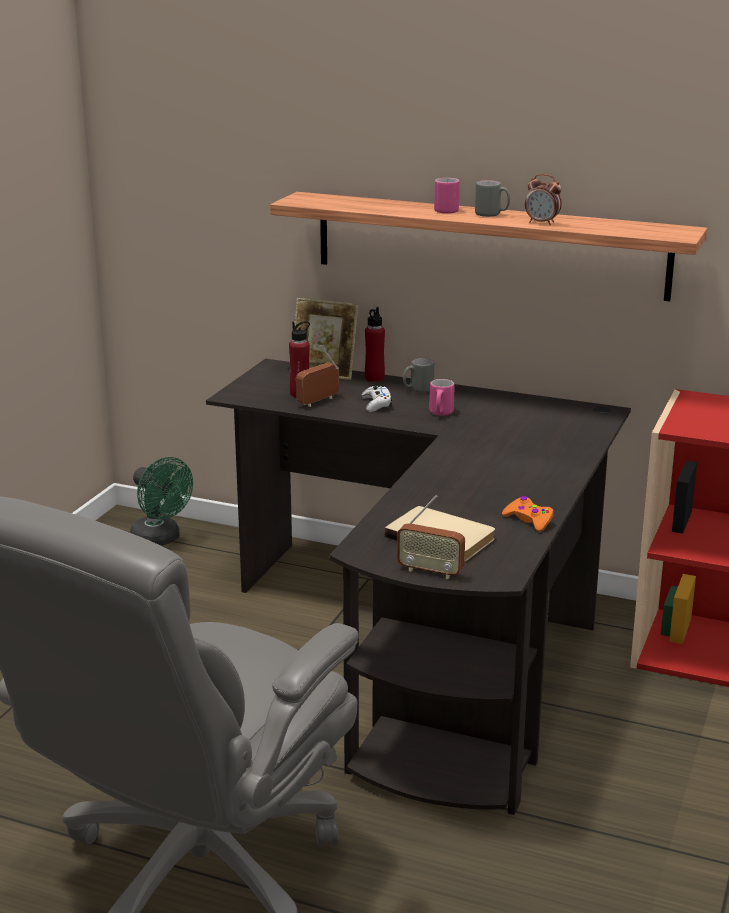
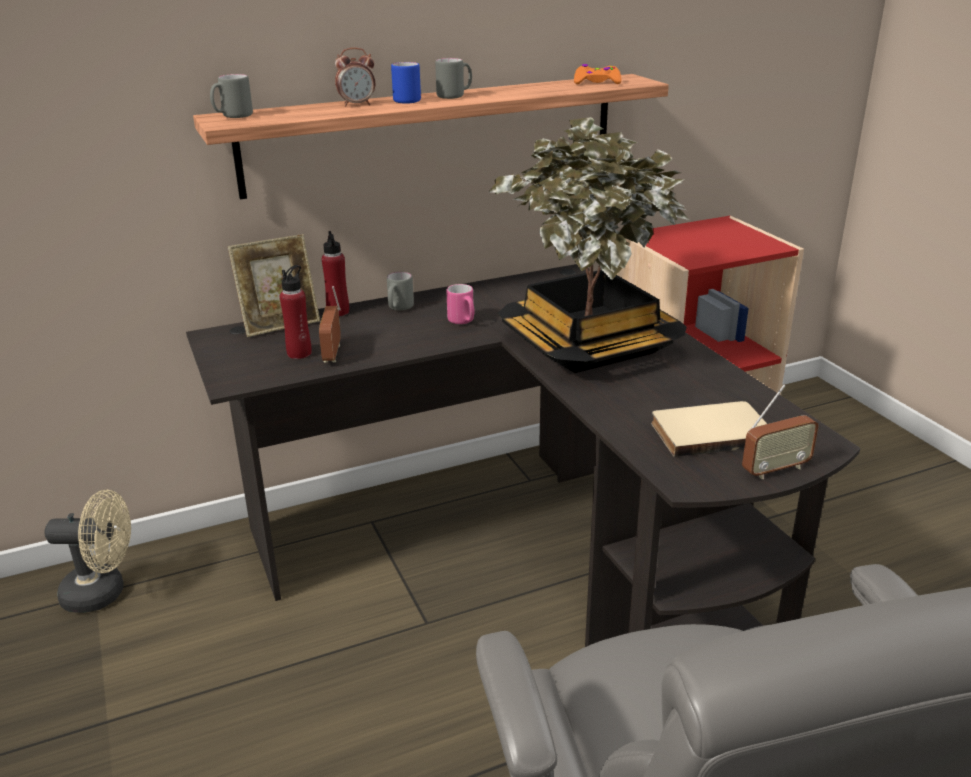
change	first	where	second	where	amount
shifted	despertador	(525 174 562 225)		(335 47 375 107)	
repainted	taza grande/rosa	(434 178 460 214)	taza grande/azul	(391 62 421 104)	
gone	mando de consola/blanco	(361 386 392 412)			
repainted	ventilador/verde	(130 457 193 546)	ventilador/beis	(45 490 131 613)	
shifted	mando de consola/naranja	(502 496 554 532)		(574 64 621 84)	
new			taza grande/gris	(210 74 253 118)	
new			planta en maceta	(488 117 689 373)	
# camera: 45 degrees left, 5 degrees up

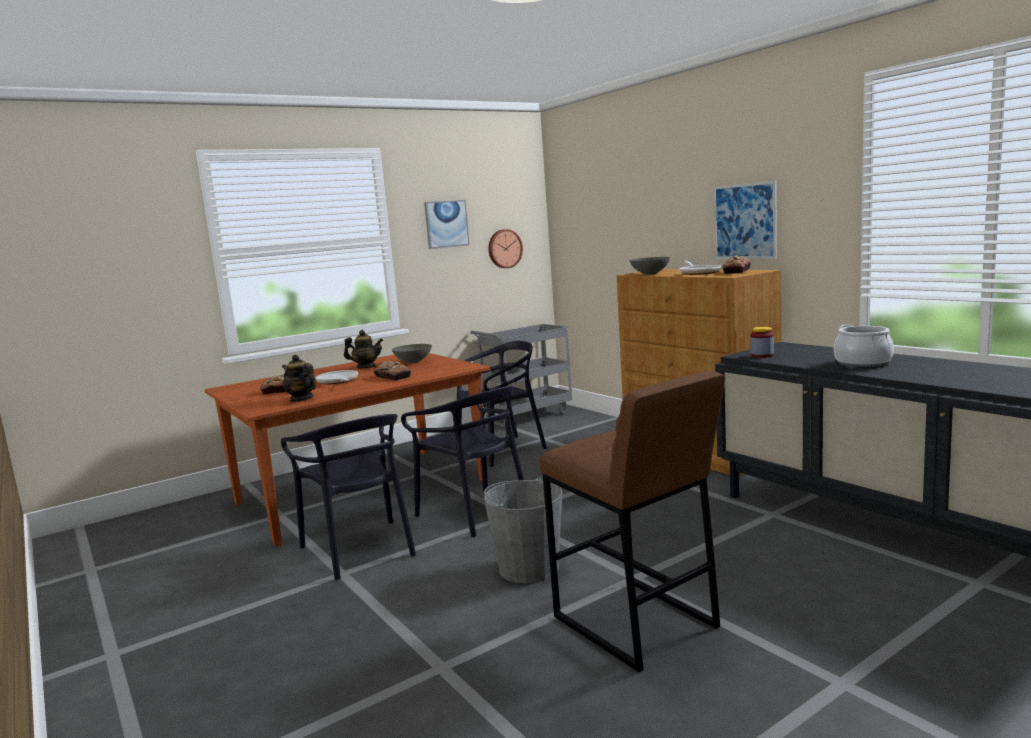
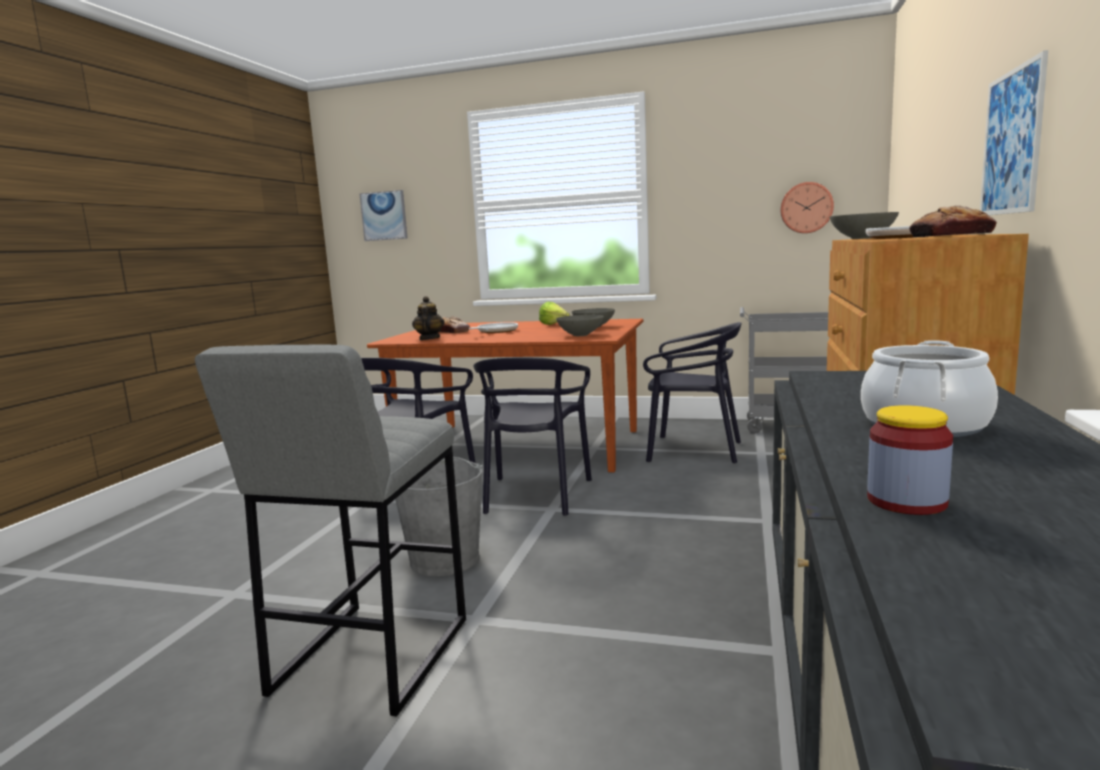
change	first	where	second	where	amount
shifted	cuadro	(424 200 470 249)		(359 190 408 241)	
shifted	tarro	(750 327 774 358)		(867 405 953 515)	
swapped	tetera	(344 330 383 368)	lechuga	(539 302 570 325)	
gone	pan	(374 361 411 381)			
repainted	taburete/marrón	(539 371 725 672)	taburete/gris	(195 345 466 716)	
new			cuenco/gris	(556 315 604 336)	
# camera: 50 degrees right, 0 degrees up

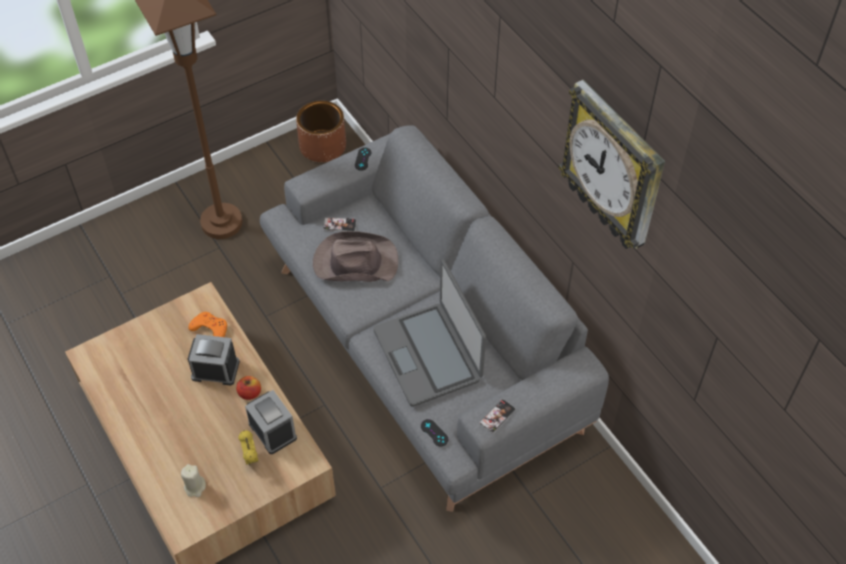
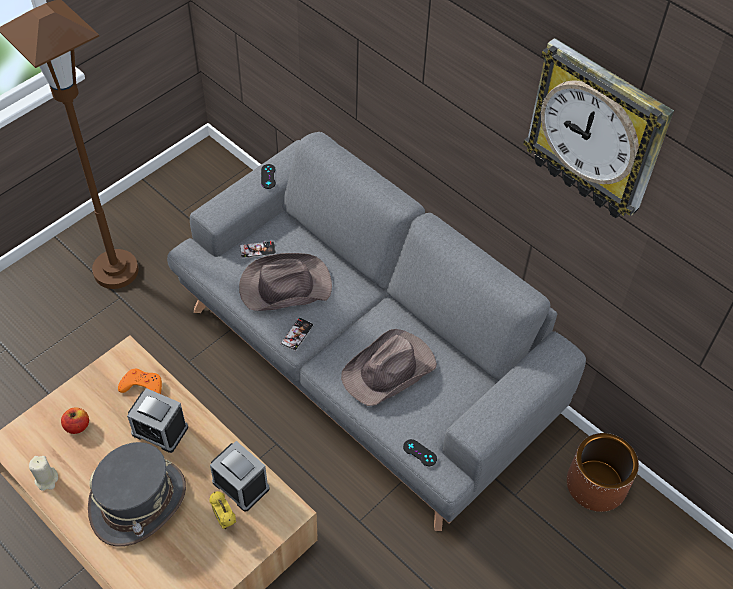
change	first	where	second	where	amount
shifted	maceta/marrón	(296 100 346 162)		(567 433 639 512)	
swapped	portátil	(373 259 486 407)	sombrero/marrón	(341 329 437 406)	
rotated	despertador	(188 334 240 386)		(127 388 188 453)	150 degrees counterclockwise
shifted	manzana	(236 376 261 400)		(61 407 89 434)	
shifted	móvil	(479 399 516 433)		(281 318 314 351)	
shifted	vela/beis	(181 464 206 497)		(29 456 58 491)	
new			sombrero/gris	(88 442 186 547)	
# camera: 15 degrees left, 0 degrees up

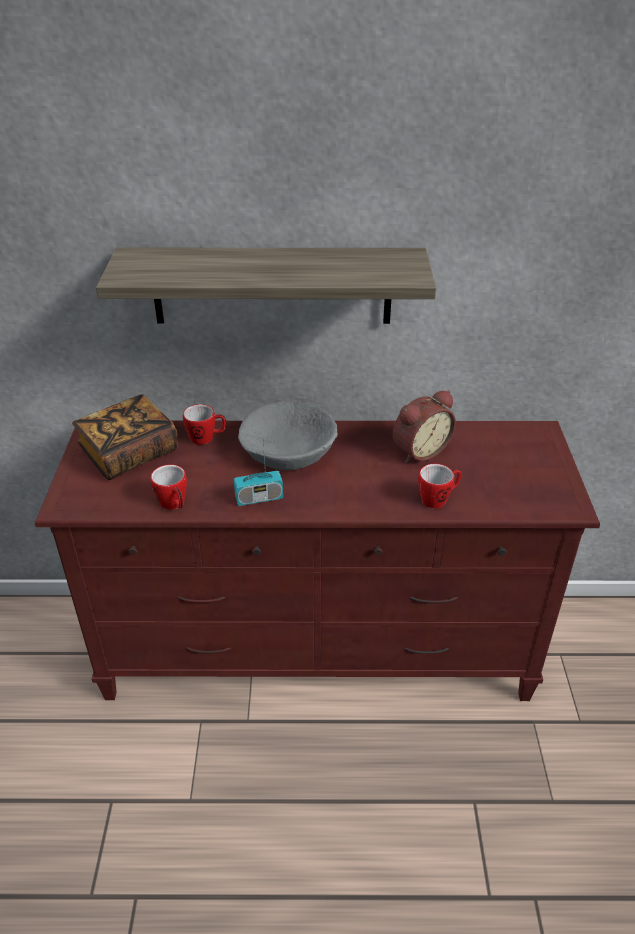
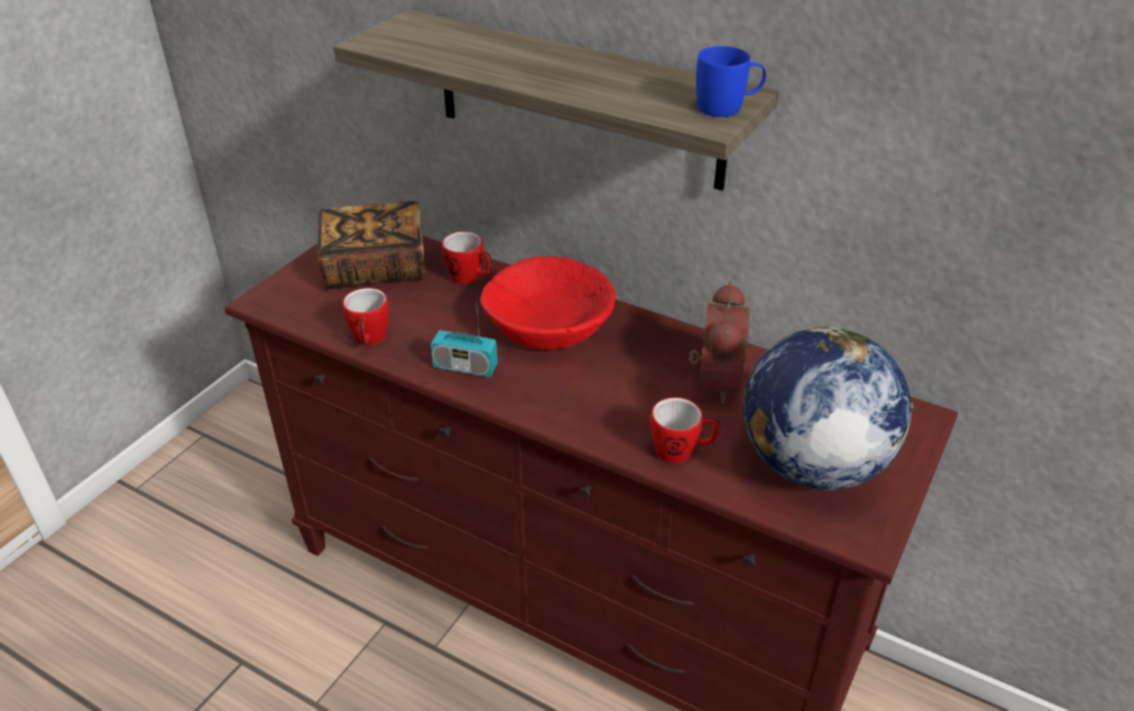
change	first	where	second	where	amount
rotated	despertador	(393 390 456 463)		(689 282 750 404)	75 degrees counterclockwise
repainted	cuenco/gris	(238 401 338 470)	cuenco/rojo	(480 256 616 350)	
new			taza grande/azul	(696 46 766 117)	
new			globo terráqueo	(743 327 913 490)	
# camera: 30 degrees right, 0 degrees up

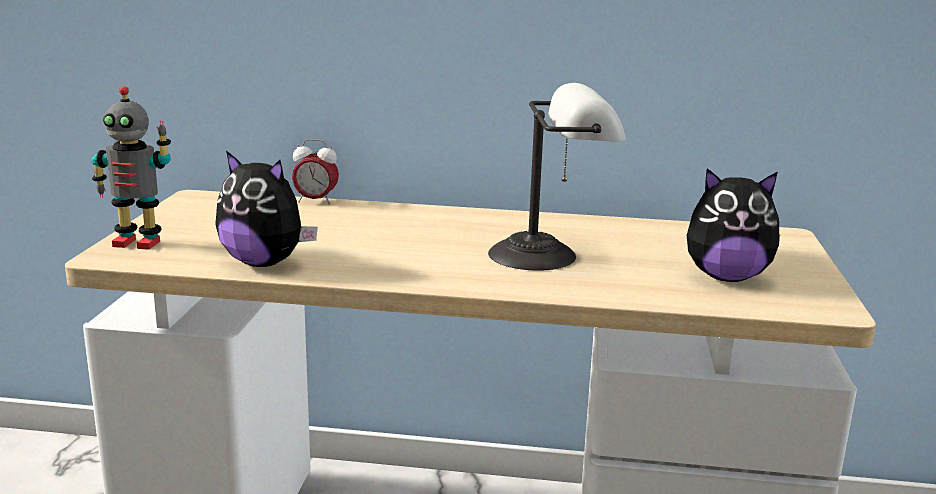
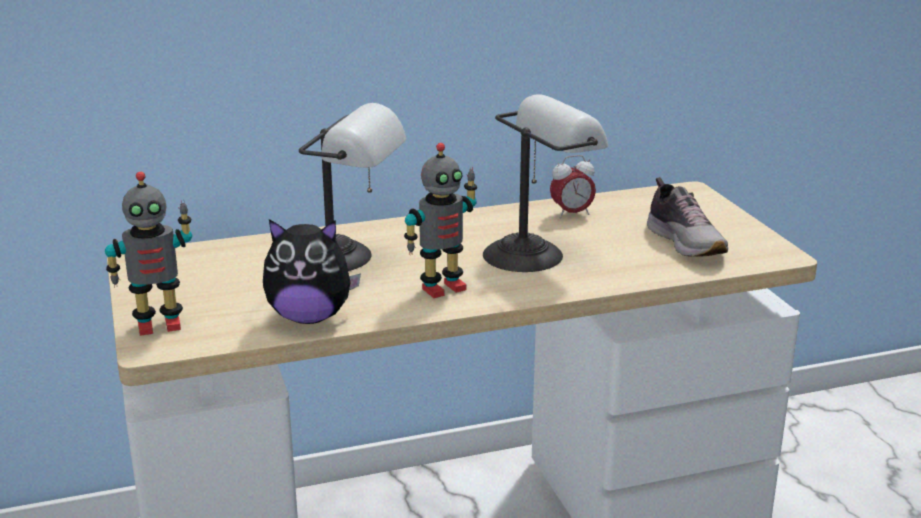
change	first	where	second	where	amount
shifted	despertador	(292 139 339 204)		(550 155 596 219)	
swapped	peluche	(687 168 781 282)	zapato	(647 177 728 257)	
new			lámpara de mesa	(299 103 406 271)	
new			robot de juguete	(404 143 477 298)	
# camera: 25 degrees left, 5 degrees up

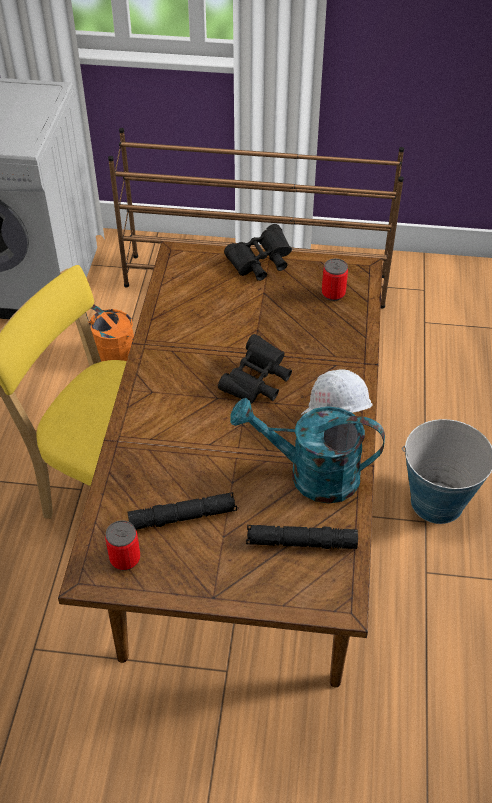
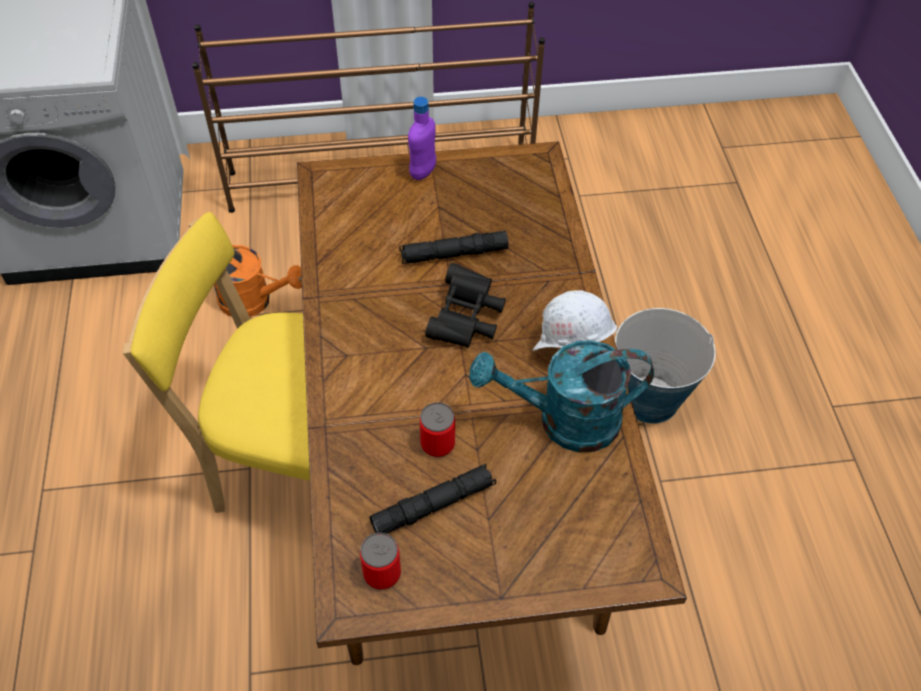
change	first	where	second	where	amount
swapped	prismáticos/negro	(224 224 292 281)	botella/morado	(408 97 436 180)	
shifted	lata	(322 259 348 301)		(420 402 455 457)	
shifted	linterna/negro	(246 525 358 549)		(399 231 509 264)	
# camera: 15 degrees left, 5 degrees up

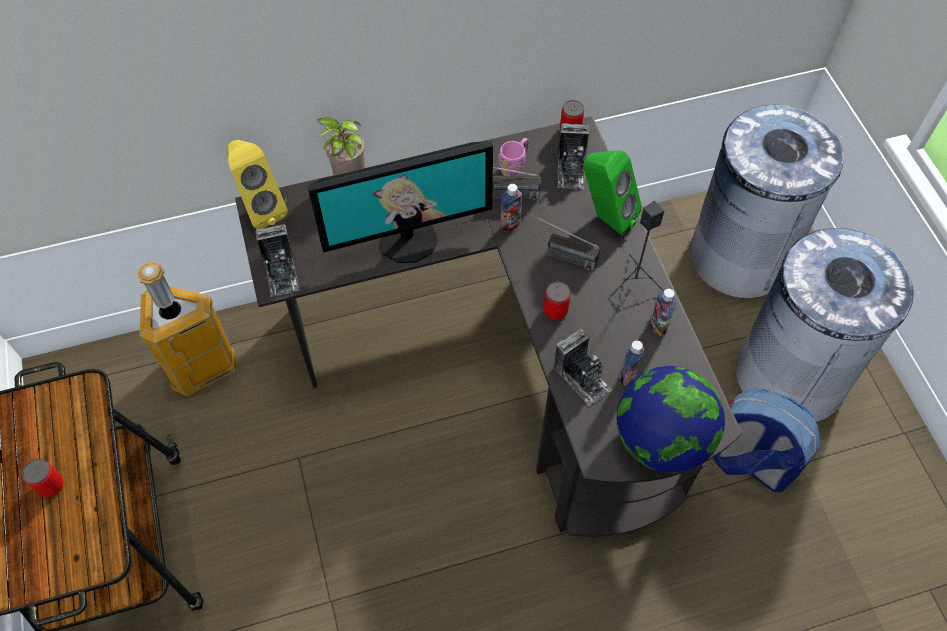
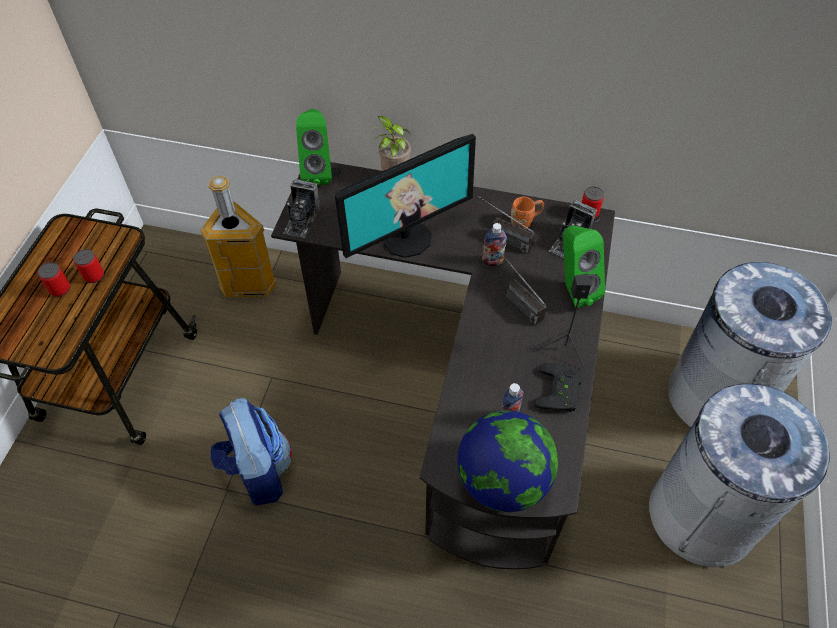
change	first	where	second	where	amount
repainted	taza grande/rosa	(499 138 529 176)	taza grande/naranja	(511 197 544 229)	
repainted	altavoz/amarillo	(226 140 288 229)	altavoz/verde	(296 109 332 185)	
rotated	monitor	(307 141 493 263)		(335 134 476 258)	45 degrees counterclockwise
shifted	lata	(544 282 571 320)		(73 249 104 283)	
swapped	botella	(650 289 676 336)	mando de consola/negro	(534 363 581 412)	
gone	cámara	(554 329 612 407)			
shifted	mochila	(713 387 820 492)		(210 398 292 505)	
# camera: 30 degrees right, 5 degrees down

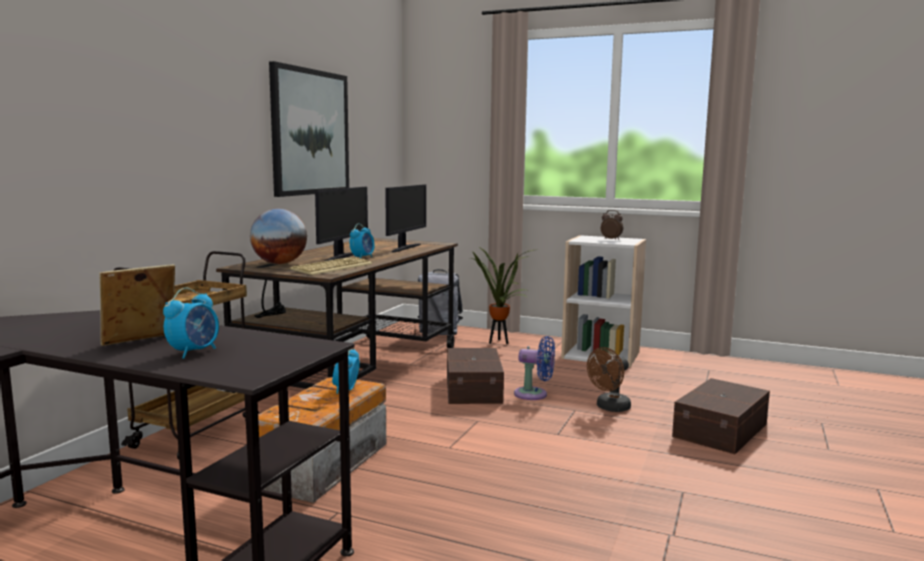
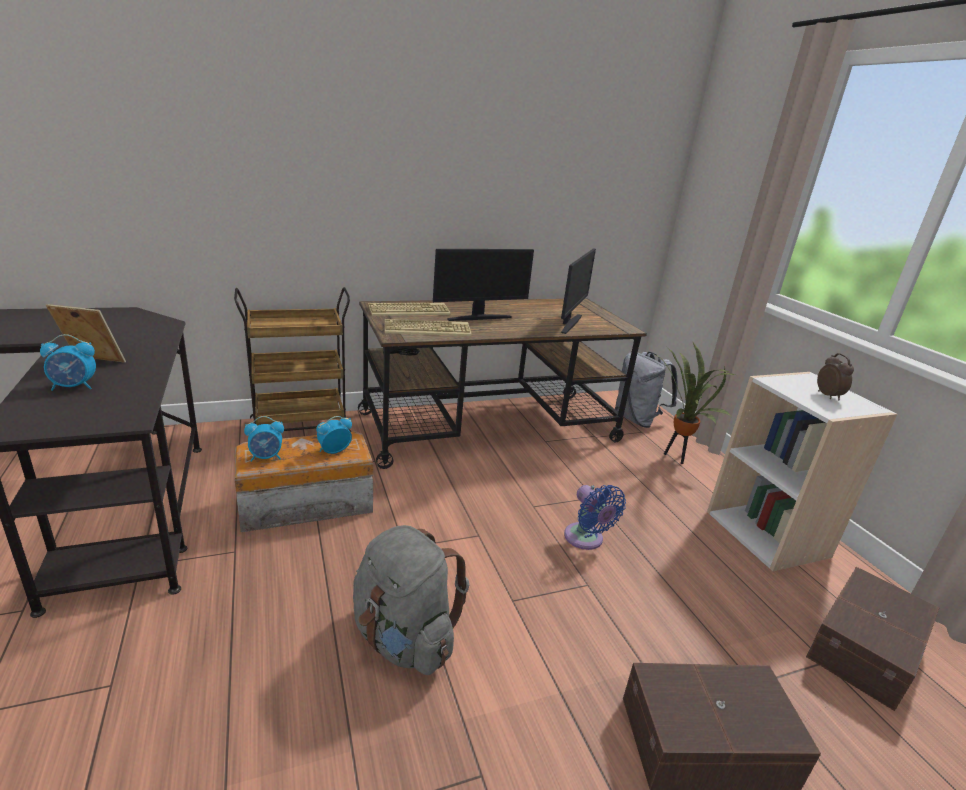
change	first	where	second	where	amount
gone	cuadro	(269 61 349 197)			
rotated	monitor	(385 184 426 252)		(561 249 596 334)	45 degrees counterclockwise
swapped	globo terráqueo	(250 209 307 264)	teclado	(368 303 451 316)	
shifted	despertador	(350 223 375 259)		(244 416 284 462)	
gone	ventilador/marrón	(587 347 631 412)			
shifted	caja de almacenaje/marrón	(447 348 504 404)		(806 567 939 711)	
new			mochila/gris	(353 525 469 675)	
# camera: 45 degrees right, 15 degrees up

